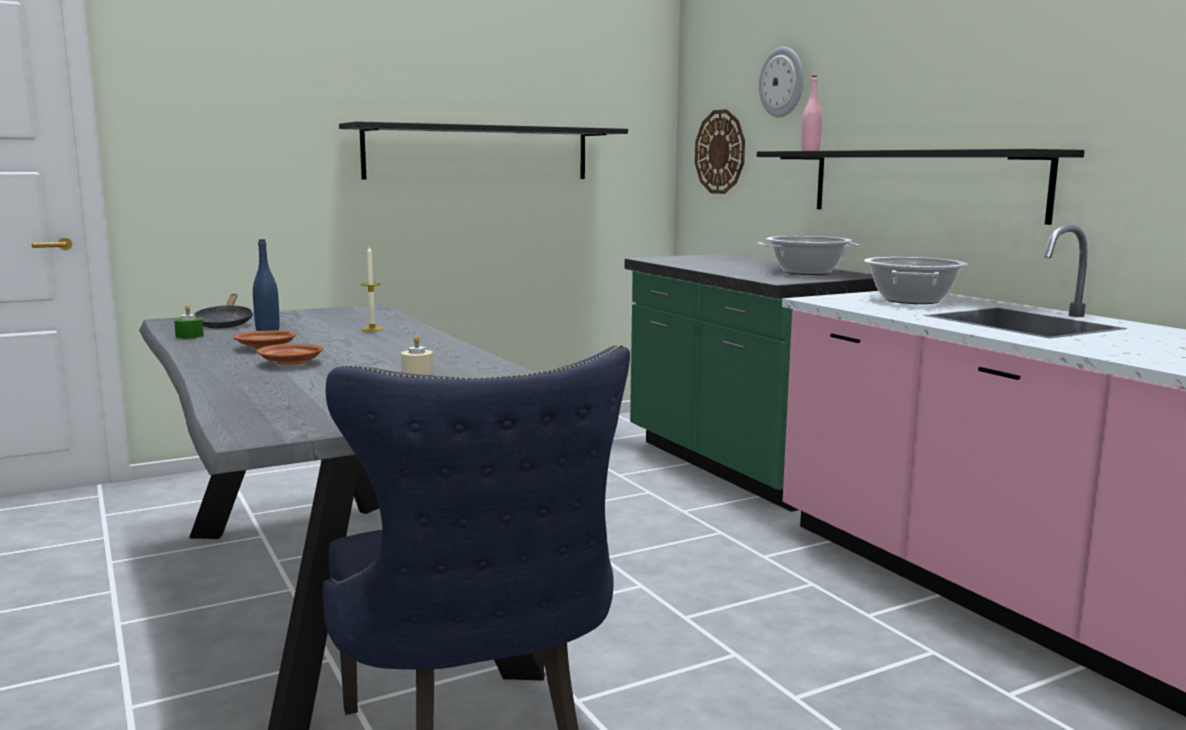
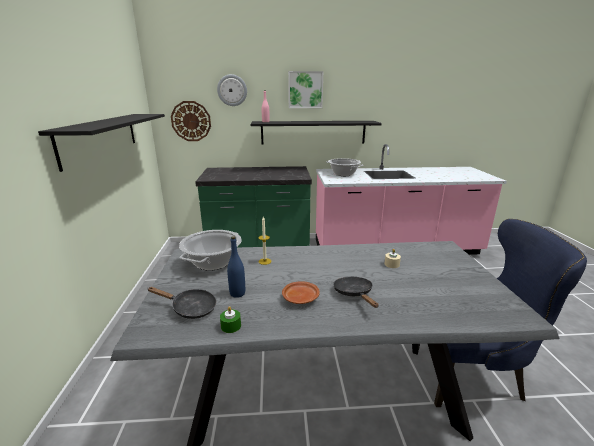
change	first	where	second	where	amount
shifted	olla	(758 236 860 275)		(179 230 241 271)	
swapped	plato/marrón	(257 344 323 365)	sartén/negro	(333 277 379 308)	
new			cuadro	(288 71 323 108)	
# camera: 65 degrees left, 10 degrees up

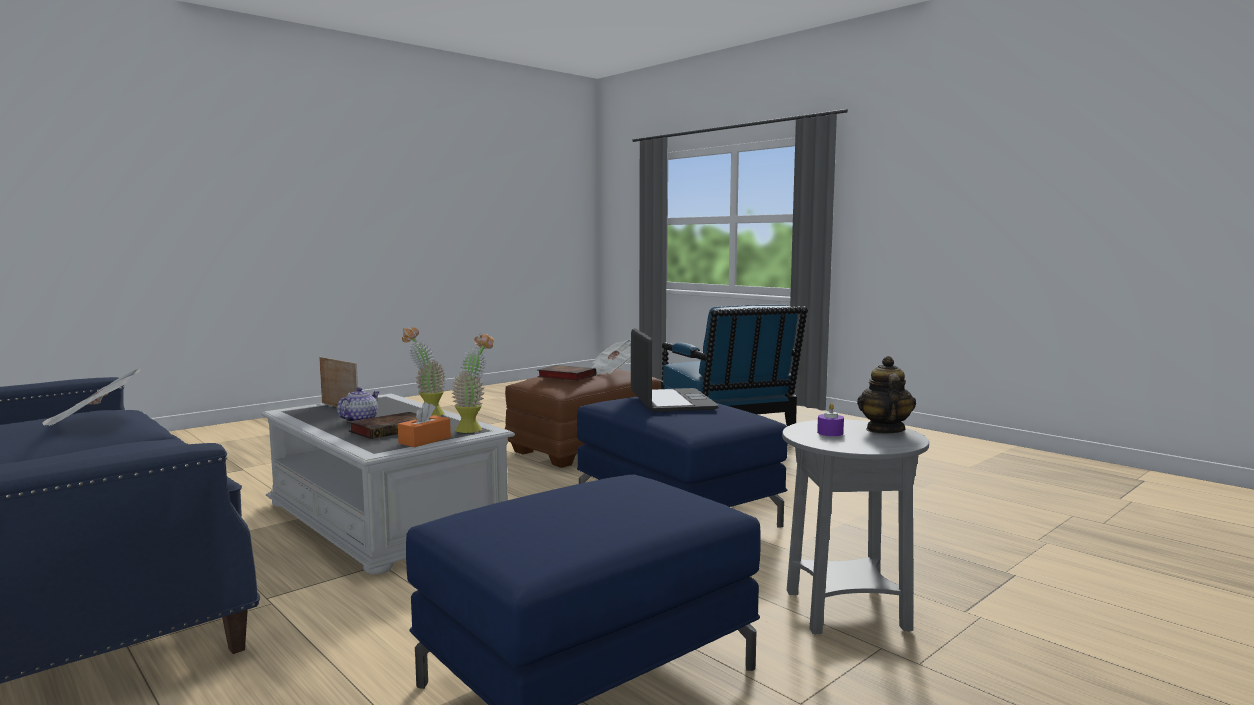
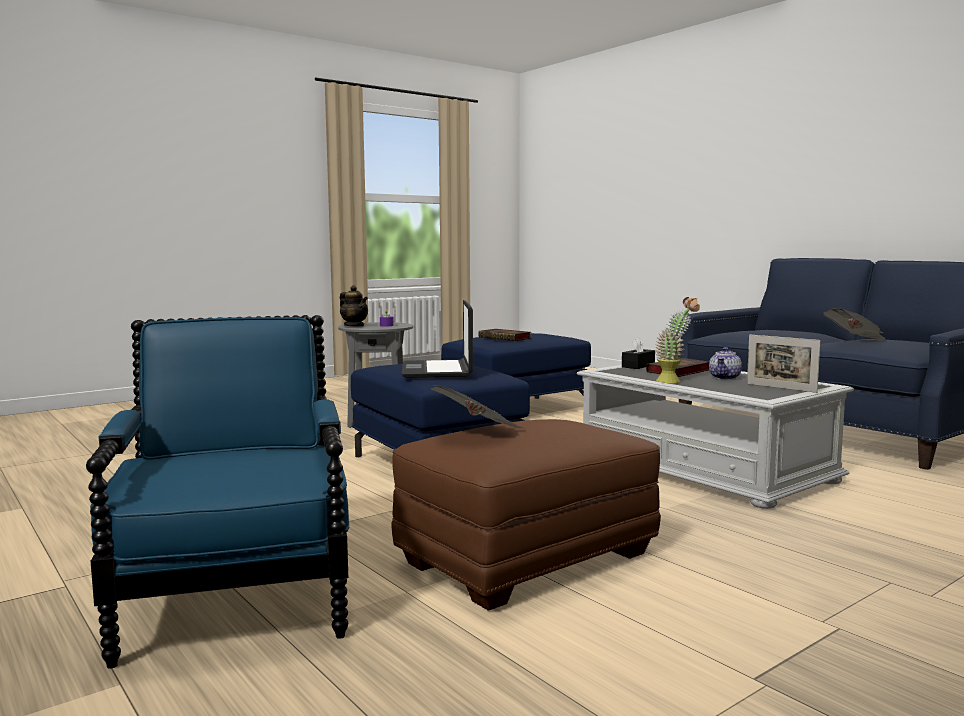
change	first	where	second	where	amount
gone	planta en maceta	(451 333 494 433)			
rotated	tetera	(857 356 916 434)		(340 285 368 326)	60 degrees counterclockwise
shifted	libro	(537 365 596 381)		(478 329 531 341)	
repainted	caja de pañuelos/naranja	(398 402 451 447)	caja de pañuelos/negro	(622 337 655 369)	
# camera: 175 degrees left, 0 degrees up

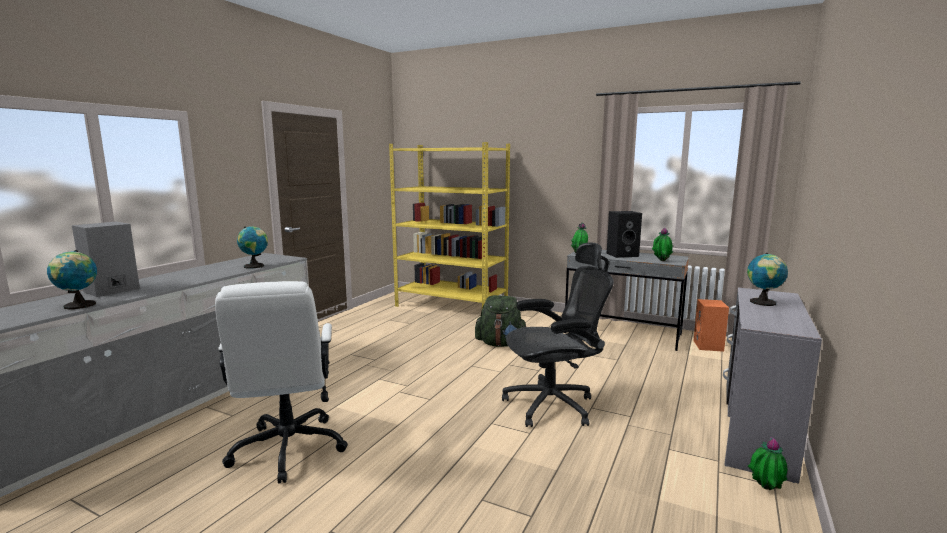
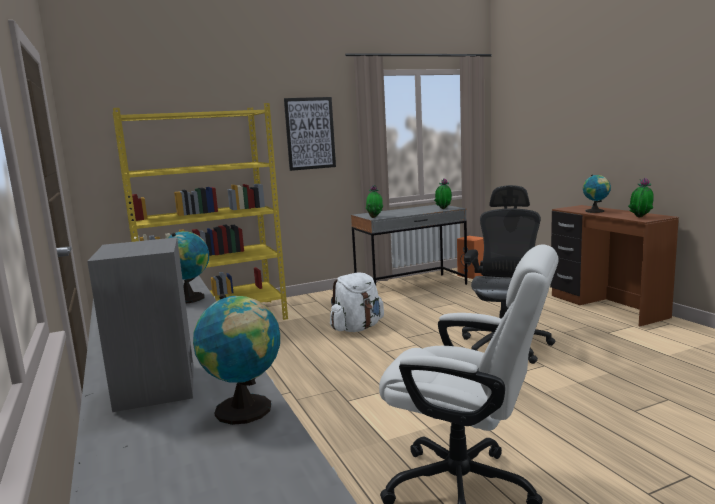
change	first	where	second	where	amount
gone	altavoz/negro	(607 211 642 258)			
repainted	escritorio/gris	(723 288 822 484)	escritorio/marrón	(550 205 679 327)	
repainted	mochila/verde	(475 295 526 347)	mochila/blanco	(330 272 384 332)	
shifted	planta en maceta	(748 436 787 490)		(628 178 654 218)	
new			cuadro	(284 97 336 171)	
# camera: 50 degrees left, 0 degrees up

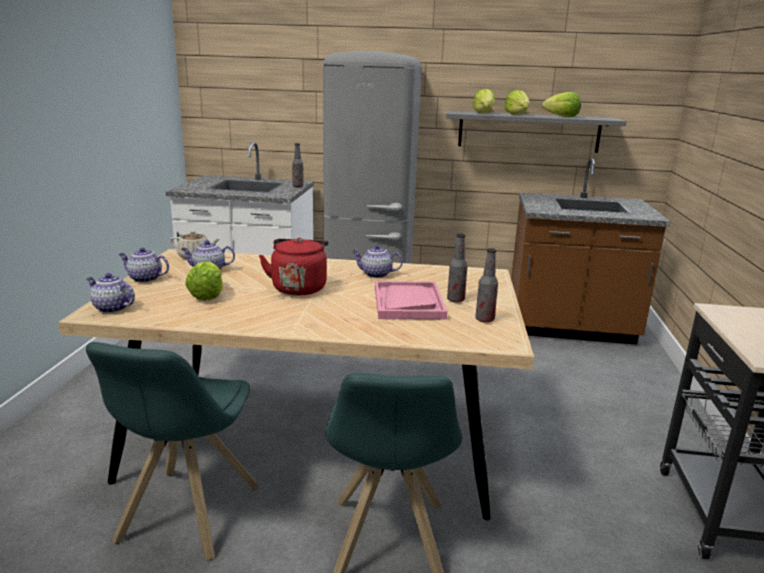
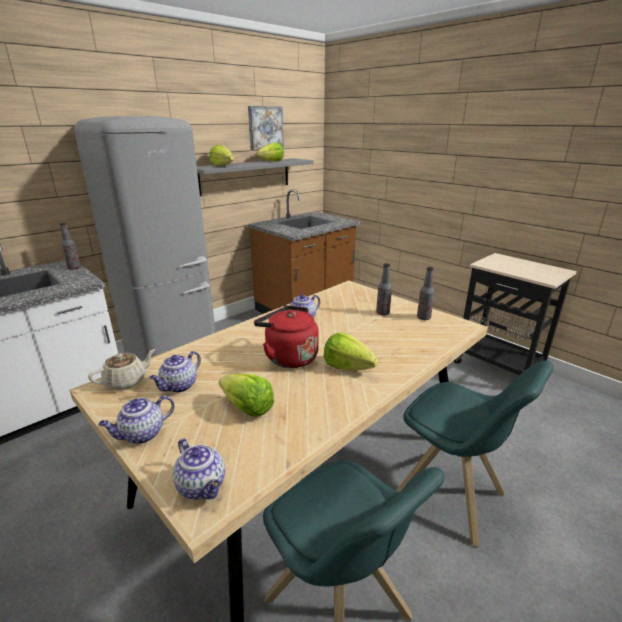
change	first	where	second	where	amount
shifted	lechuga	(504 90 530 115)		(323 333 378 371)	
rotated	tetera	(86 273 135 313)		(173 438 225 500)	105 degrees counterclockwise
gone	bandeja/rosa	(375 281 447 320)			
new			cuadro	(248 106 284 150)	
# camera: 50 degrees left, 5 degrees up

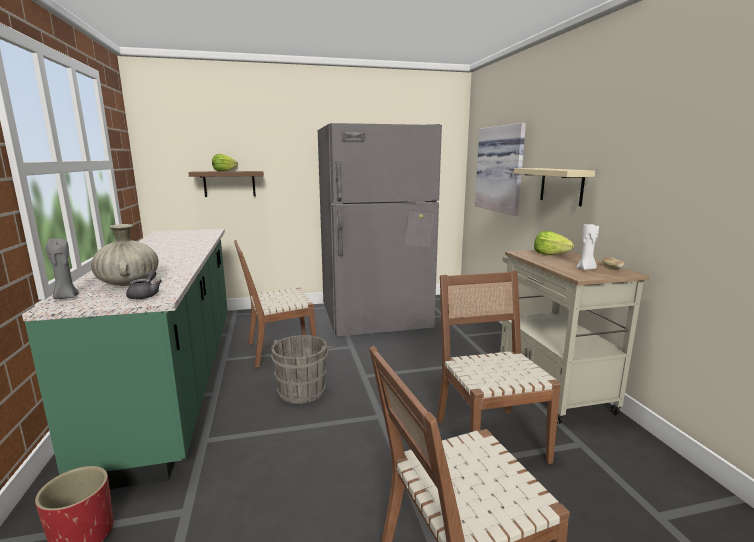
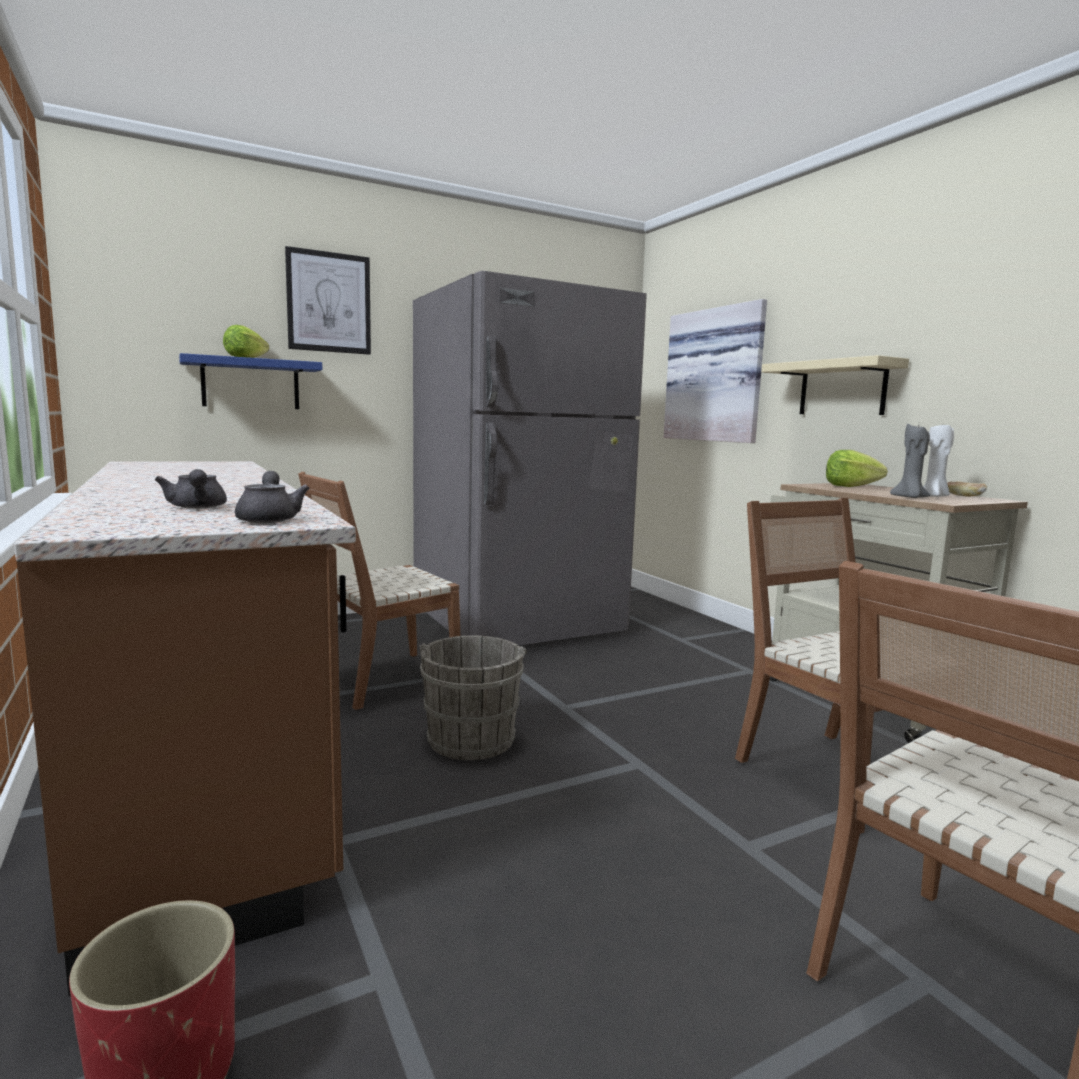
change	first	where	second	where	amount
repainted	estante/marrón	(188 171 264 197)	estante/azul	(179 353 322 409)	
swapped	florero/beis	(91 224 159 286)	tetera/gris	(154 469 227 509)	
repainted	mueble bajo de cocina/verde	(22 229 228 489)	mueble bajo de cocina/marrón	(14 461 356 996)	
shifted	vela/gris	(46 237 79 299)		(890 424 930 498)	
new			cuadro	(285 246 371 355)	
# camera: 15 degrees left, 5 degrees down

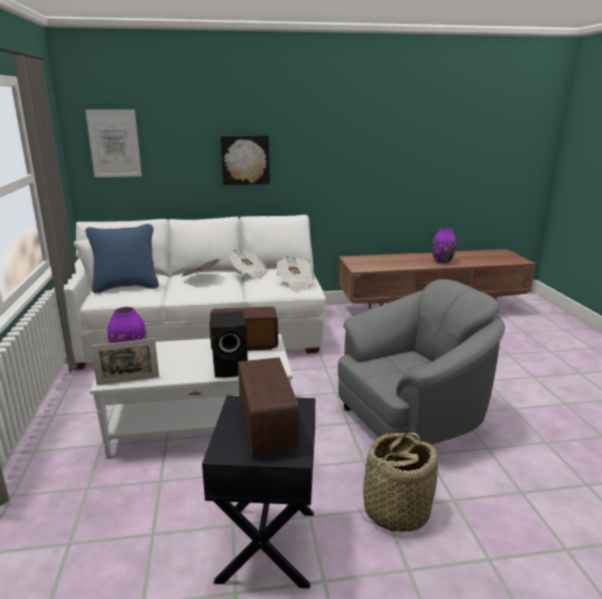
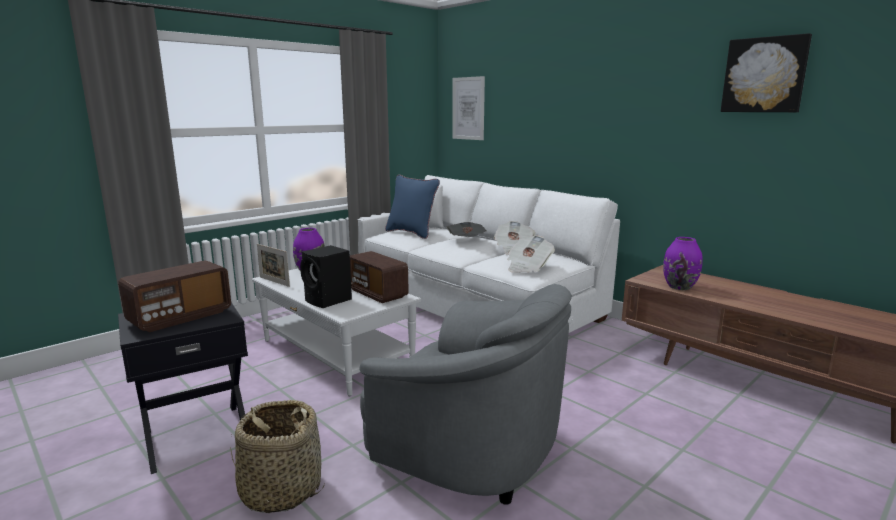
change	first	where	second	where	amount
shifted	cuadro	(220 135 270 185)		(721 33 812 112)	
shifted	florero/morado	(432 228 457 264)		(663 237 703 290)	
# camera: 55 degrees right, 5 degrees down

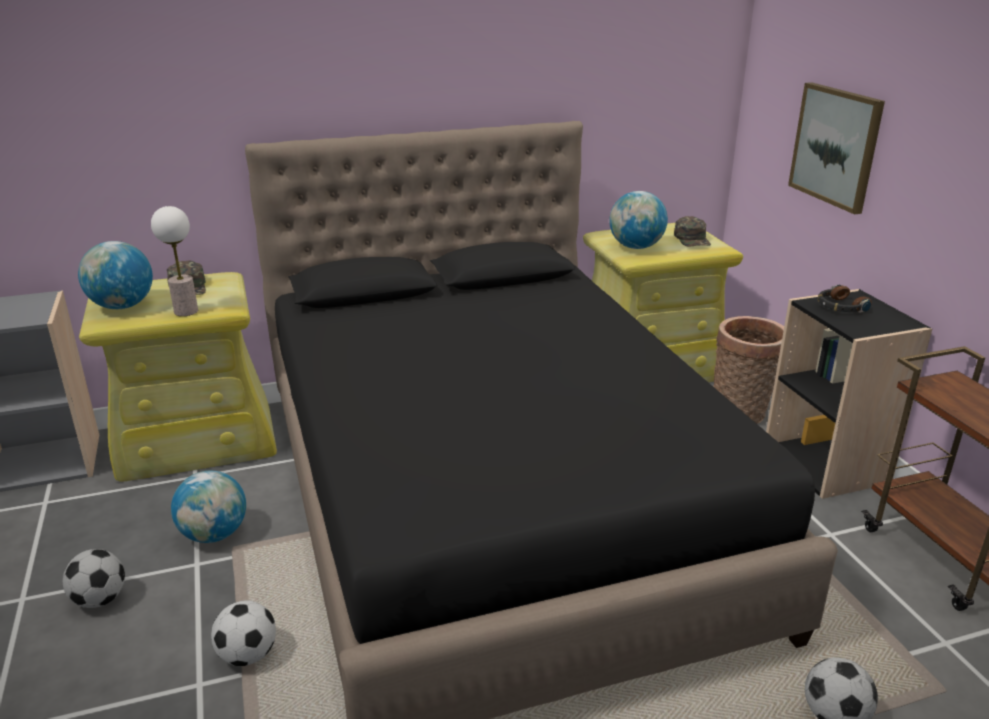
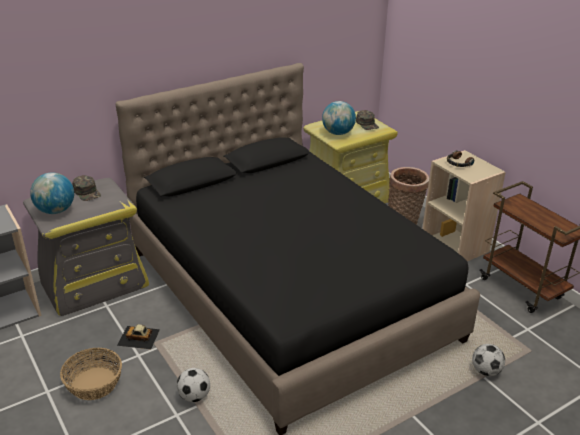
change	first	where	second	where	amount
gone	cuadro	(788 82 885 215)			
gone	lámpara de mesa	(151 206 198 316)			
repainted	mesita de noche/amarillo	(79 272 277 482)	mesita de noche/gris	(23 178 149 316)	
repainted	estantería/negro	(766 289 932 499)	estantería/beis	(422 150 506 261)	
swapped	globo terráqueo	(171 471 246 543)	coche de juguete	(117 324 160 349)	
swapped	balón de fútbol	(63 549 125 608)	cesta	(60 348 122 400)	
# camera: 15 degrees left, 5 degrees up

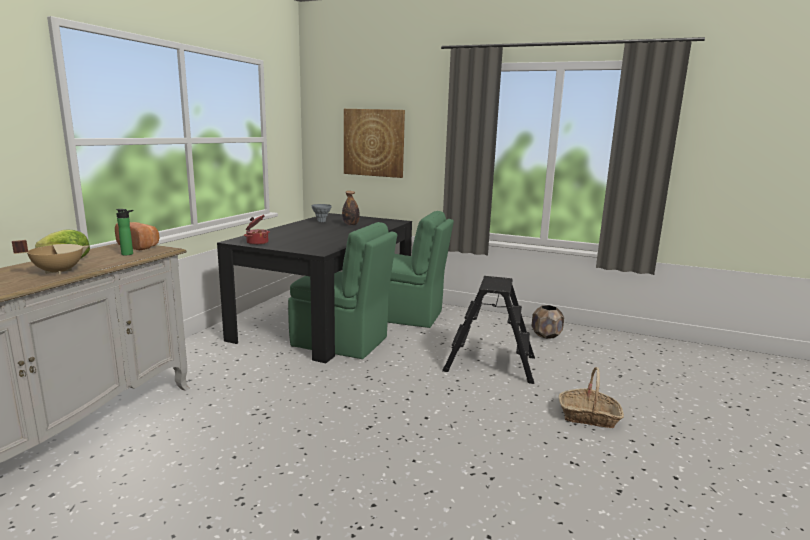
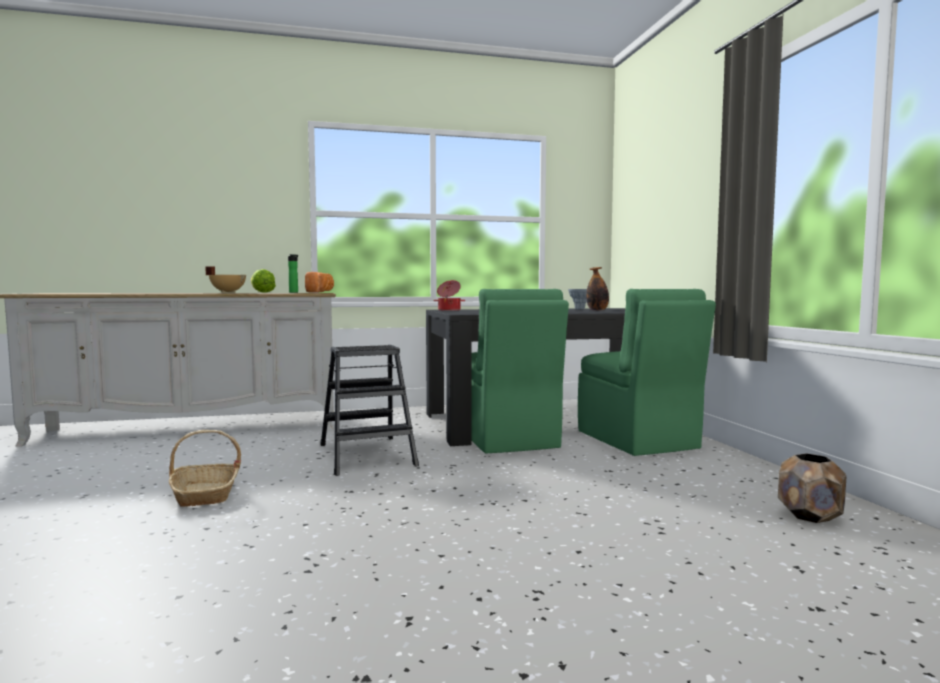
change	first	where	second	where	amount
gone	cuadro	(344 109 405 178)			
shifted	escalera de tijera/negro	(442 276 535 384)		(320 345 419 476)	
shifted	cesta	(559 367 624 428)		(169 430 241 507)	
# camera: 55 degrees right, 10 degrees down

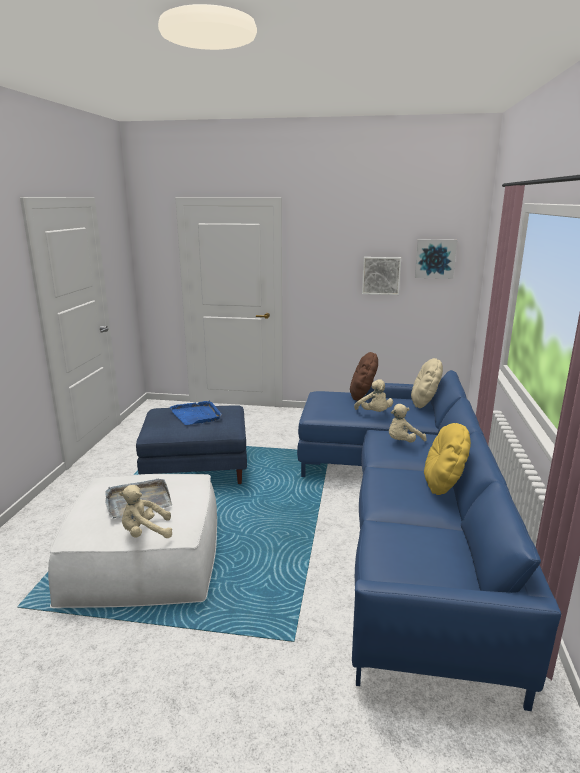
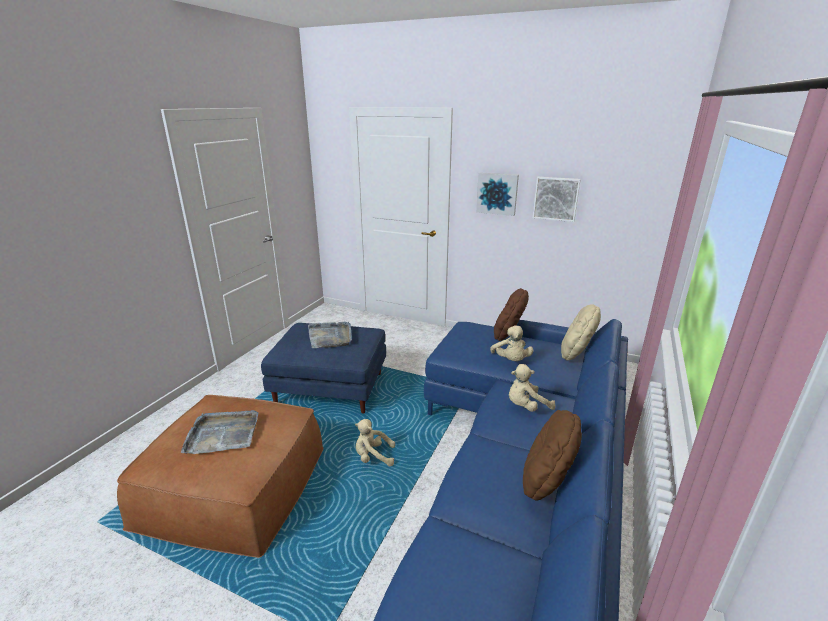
change	first	where	second	where	amount
shifted	cuadro	(415 239 457 279)		(476 172 519 216)	
repainted	bandeja/azul	(170 400 222 425)	bandeja/gris	(308 322 352 348)	
repainted	cojín/amarillo	(424 423 471 495)	cojín/marrón	(523 410 582 500)	
repainted	puf/blanco	(48 474 217 608)	puf/marrón	(117 395 323 558)	
shifted	peluche/beis	(119 485 172 538)		(355 419 395 466)	
# camera: 15 degrees right, 5 degrees up

